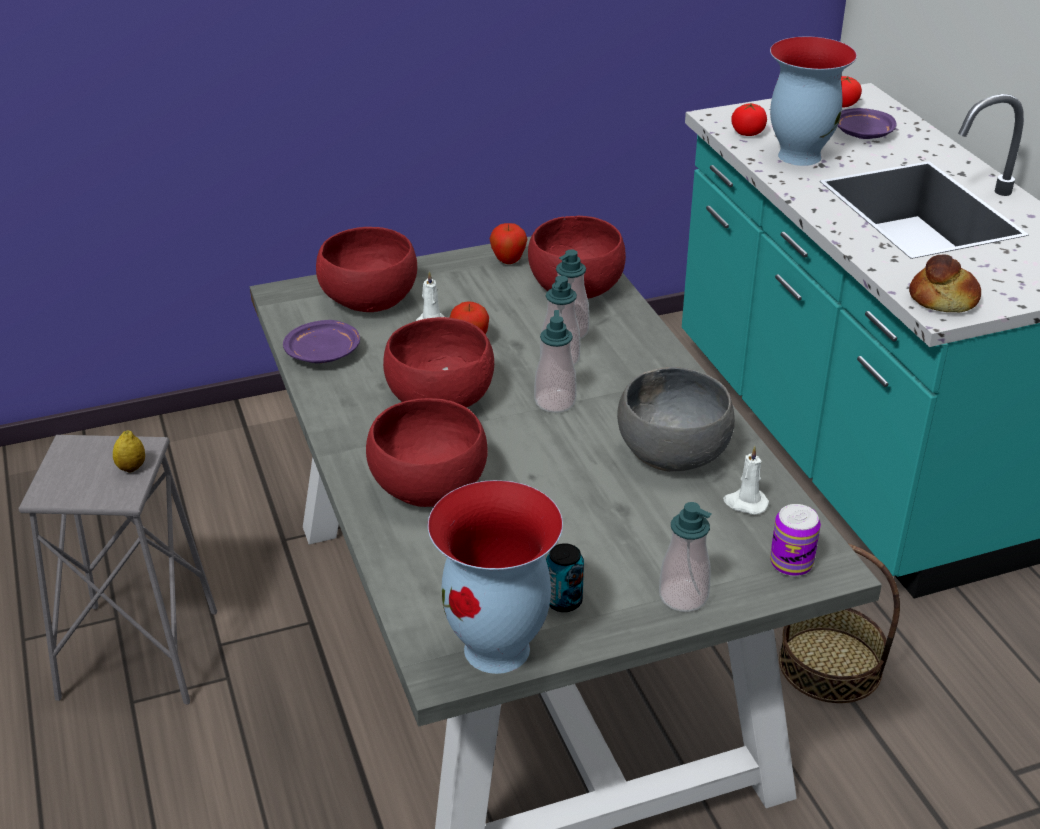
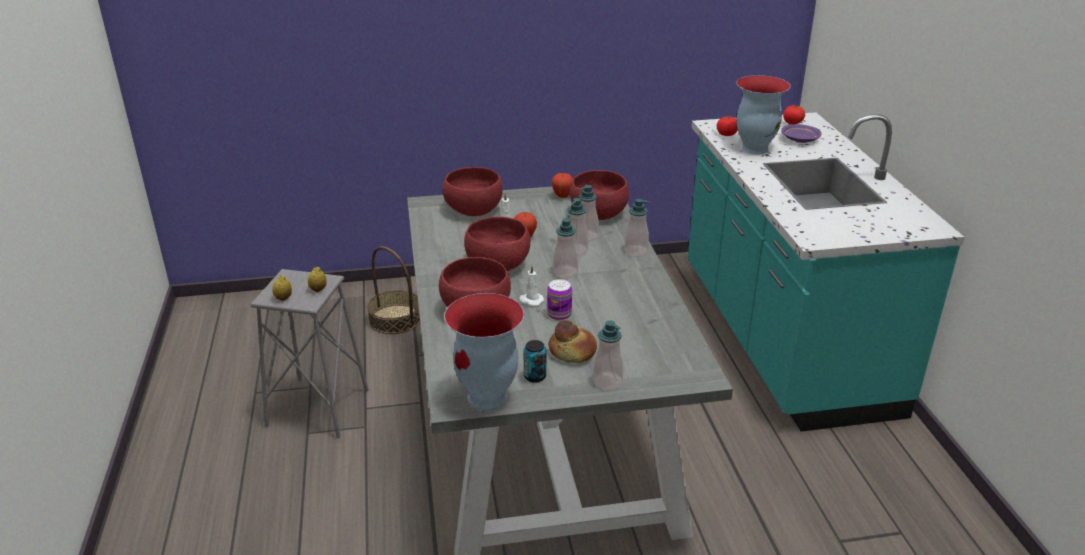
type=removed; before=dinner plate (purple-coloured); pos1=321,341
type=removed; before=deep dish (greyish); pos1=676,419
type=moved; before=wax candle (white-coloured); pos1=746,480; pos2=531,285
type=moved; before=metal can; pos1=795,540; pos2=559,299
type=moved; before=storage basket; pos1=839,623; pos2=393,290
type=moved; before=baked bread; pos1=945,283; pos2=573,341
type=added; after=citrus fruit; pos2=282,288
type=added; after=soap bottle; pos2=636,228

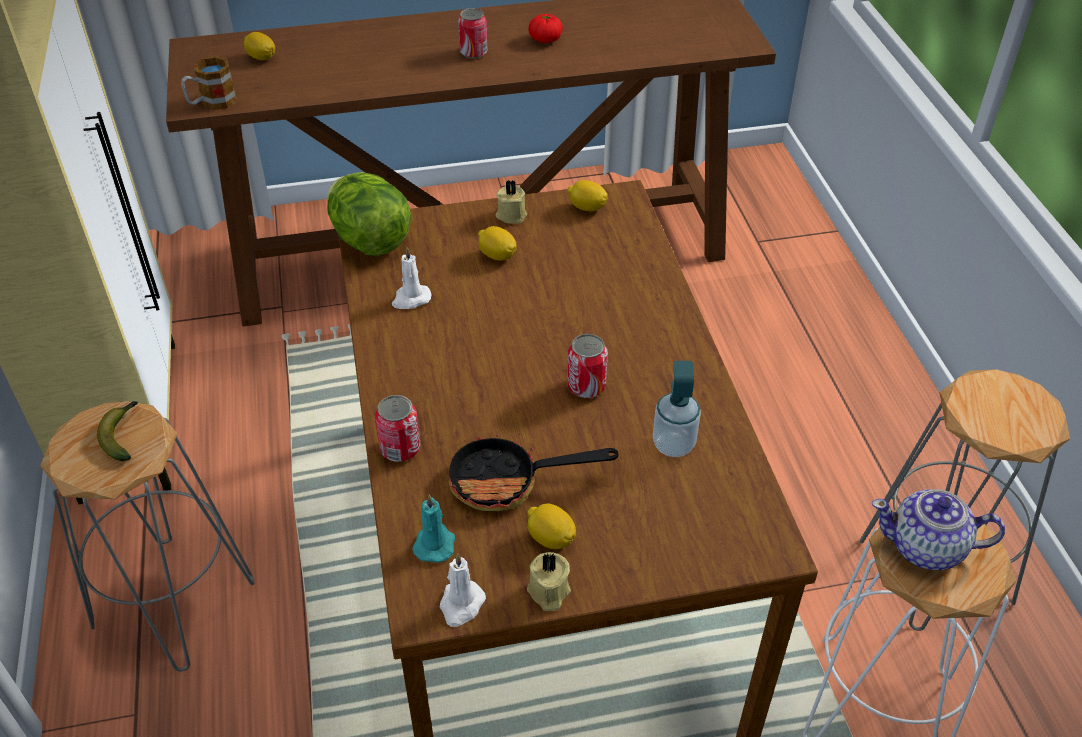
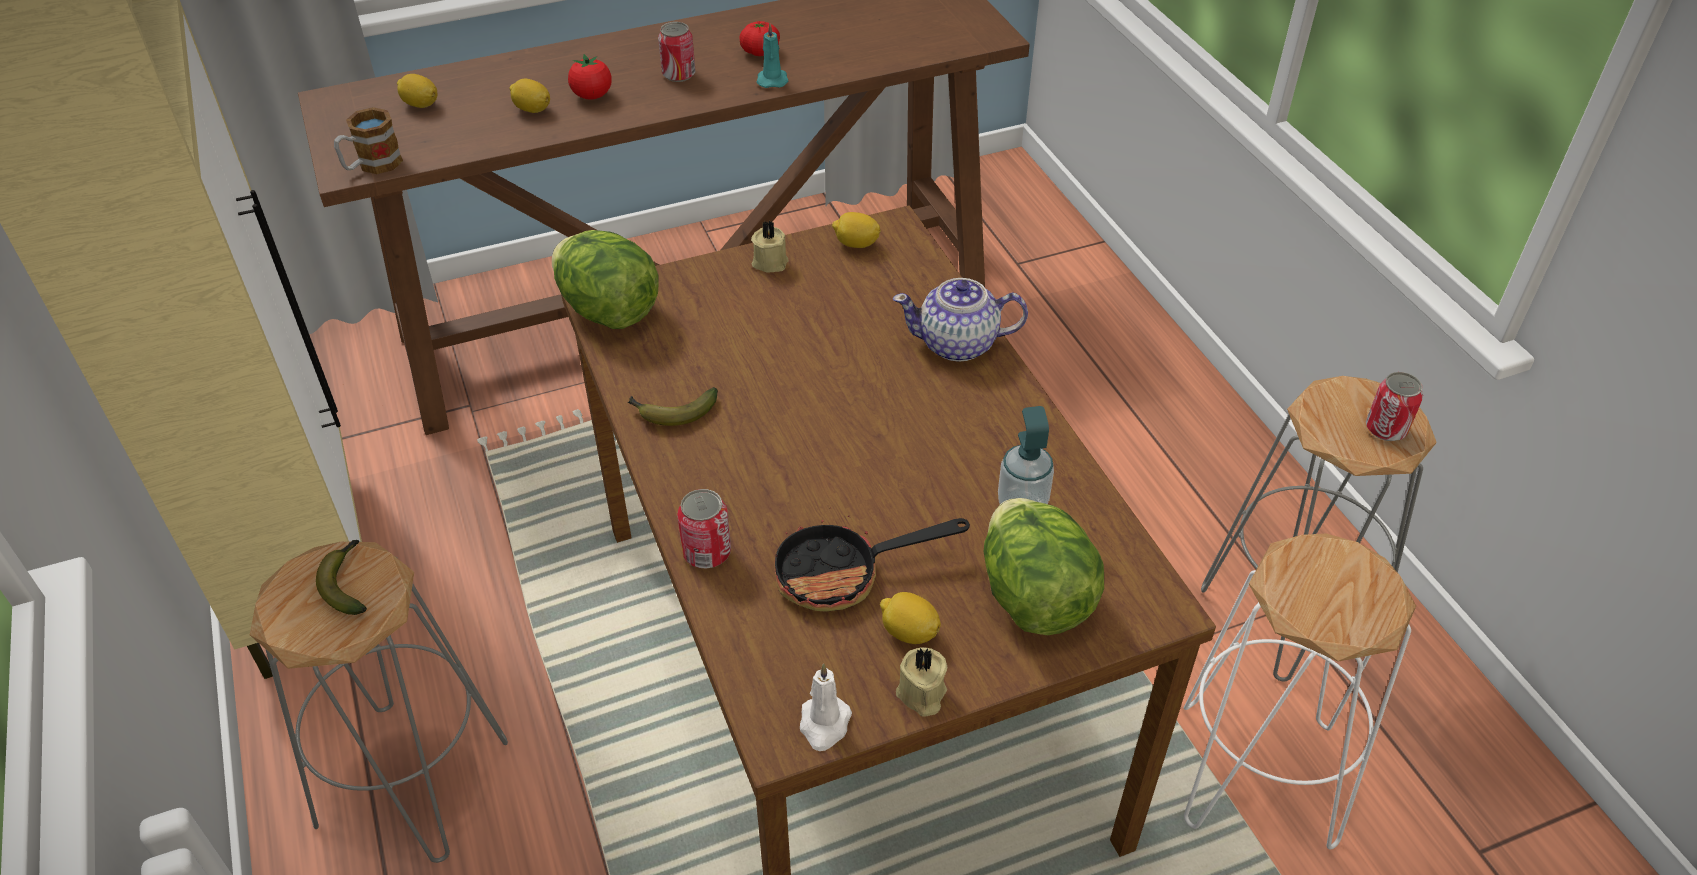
type=removed; before=wax candle (white-coloured); pos1=411,278
type=moved; before=wax candle (blue-green); pos1=433,528; pos2=773,56
type=moved; before=citrus fruit; pos1=497,243; pos2=529,96
type=moved; before=metal can; pos1=587,366; pos2=1394,406
type=moved; before=tea pot; pos1=938,529; pos2=960,320
type=added; after=fresh tomato; pos2=590,77
type=added; after=banana; pos2=673,406
type=added; after=lettuce; pos2=1044,566

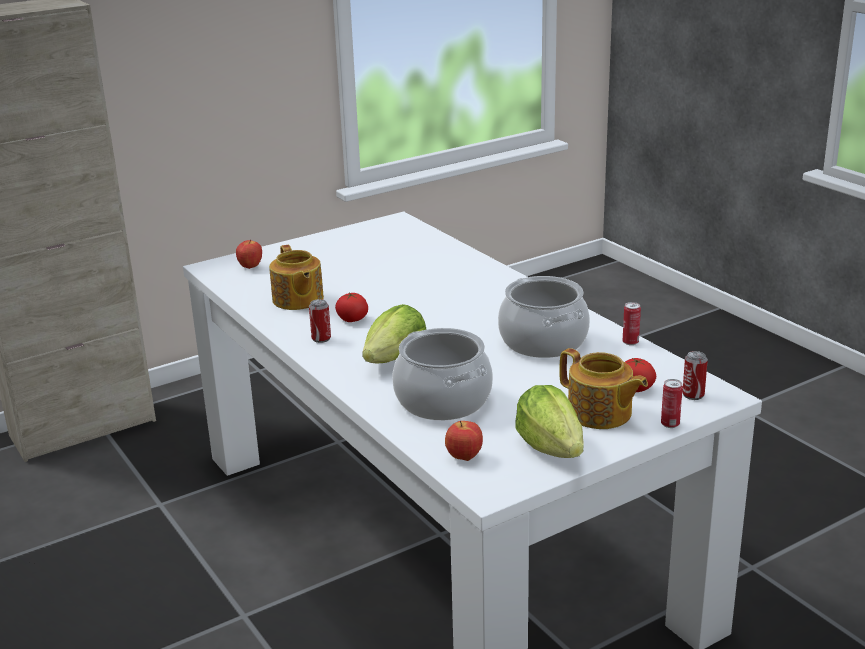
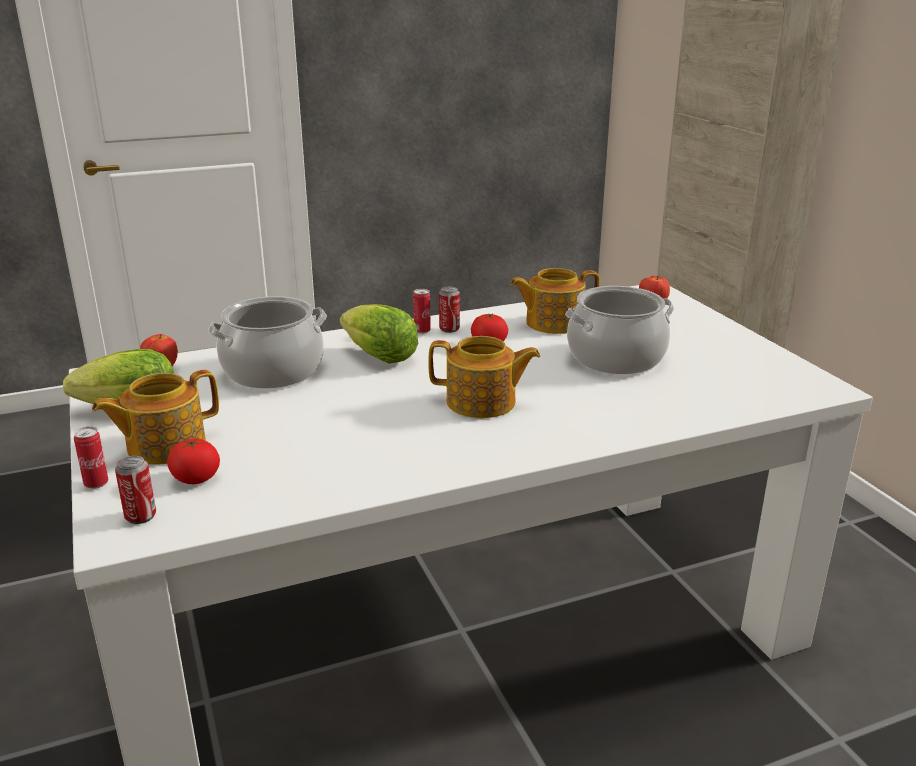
type=moved; before=stockpot; pos1=544,317; pos2=619,330
type=moved; before=metal can; pos1=632,323; pos2=422,311
type=added; after=tea pot; pos2=484,377

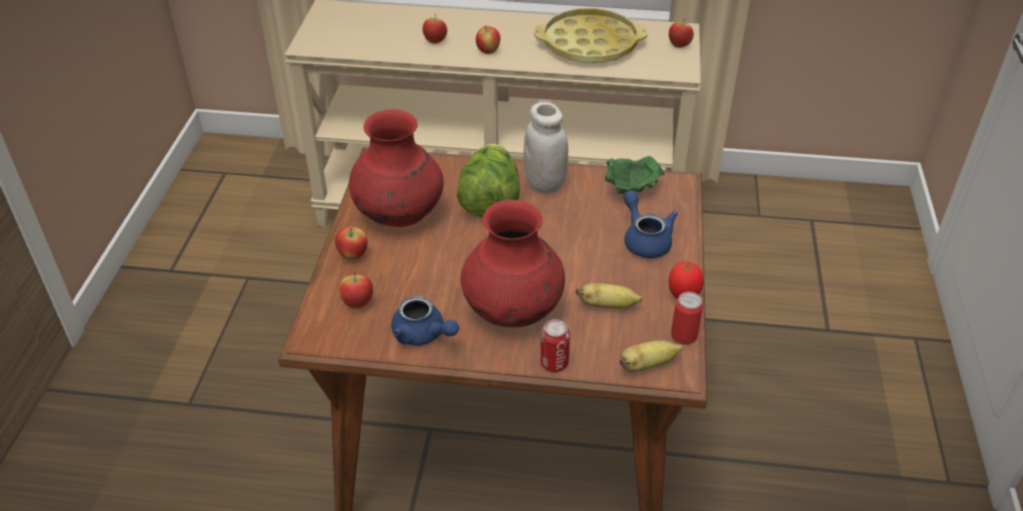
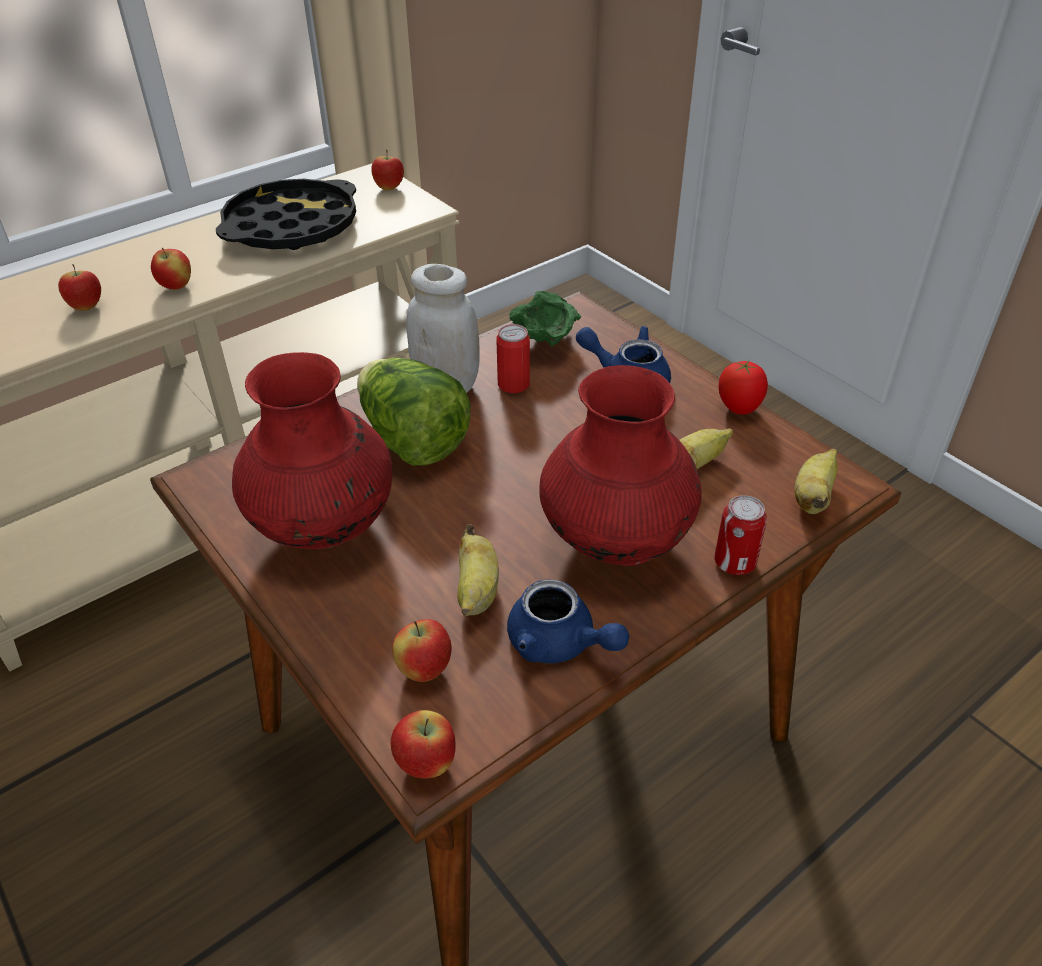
type=moved; before=apple fruit; pos1=351,243; pos2=423,744
type=turned; before=tea pot (blue-coloured); pos1=425,321; pos2=568,621; turn=45
type=recoloured; before=serving tray (yellowish); after=serving tray (black-coloured); pos1=591,35; pos2=286,214
type=moved; before=metal can; pos1=687,318; pos2=513,358
type=added; after=banana; pos2=478,570

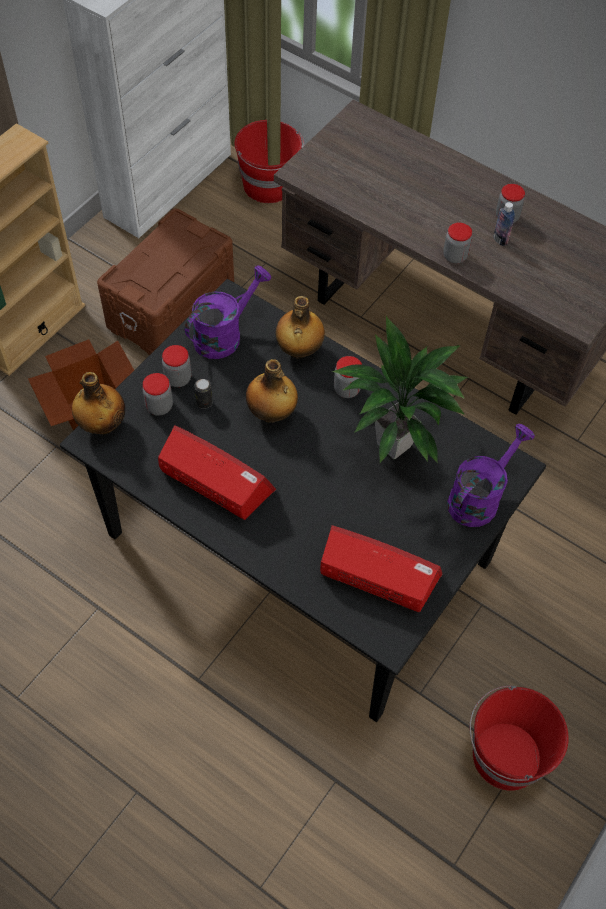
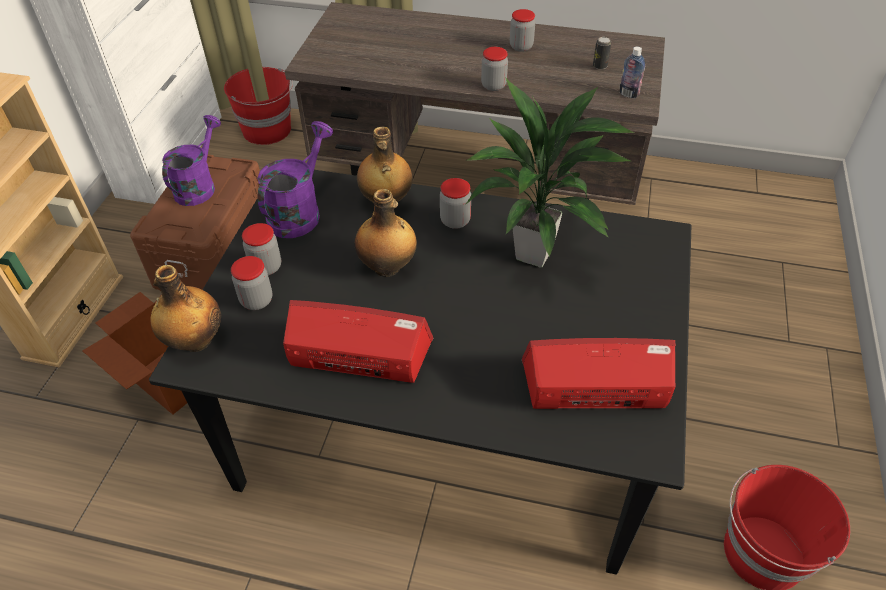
type=moved; before=metal can; pos1=203,394; pos2=602,53
type=moved; before=sprinkling can (purple-coloured); pos1=491,475; pos2=191,160
type=moved; before=bottle; pos1=504,224; pos2=632,72

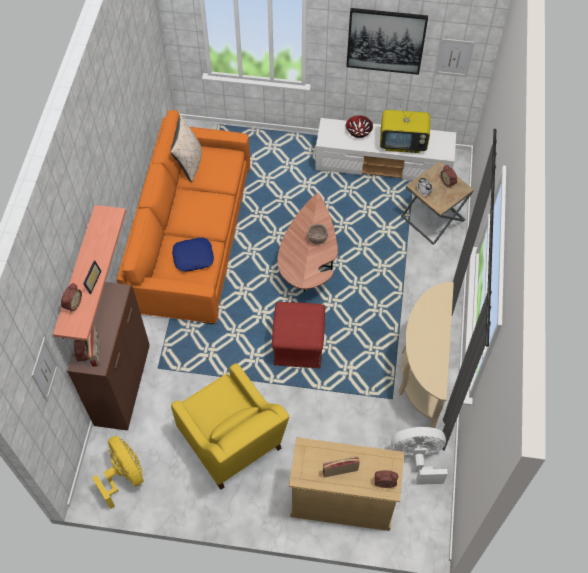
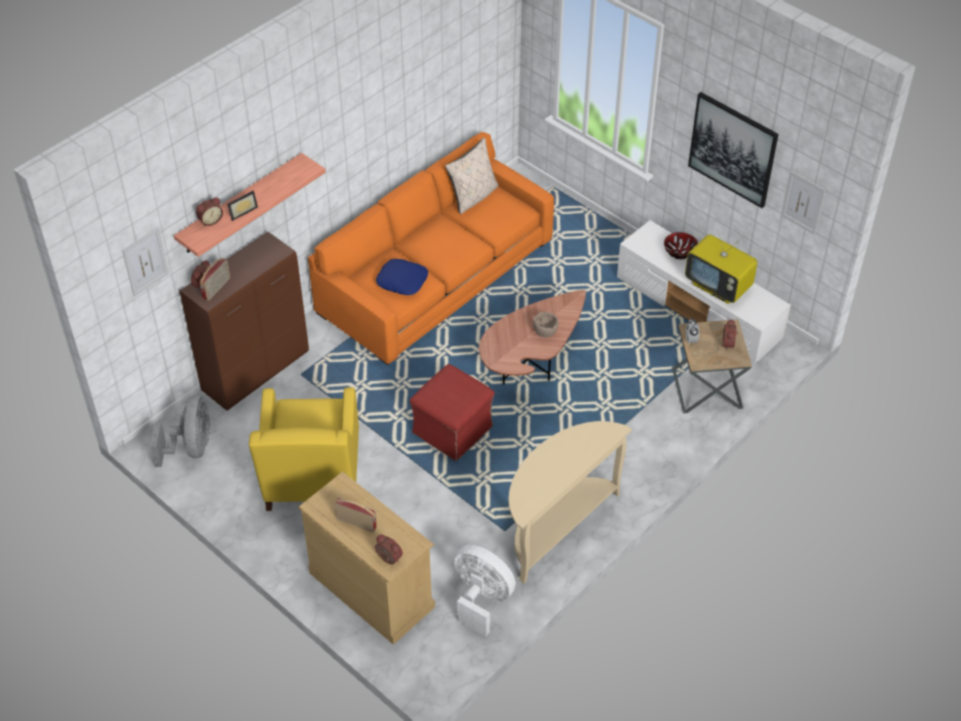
type=recoloured; before=electric fan (yellowish); after=electric fan (greyish); pos1=118,472; pos2=180,431

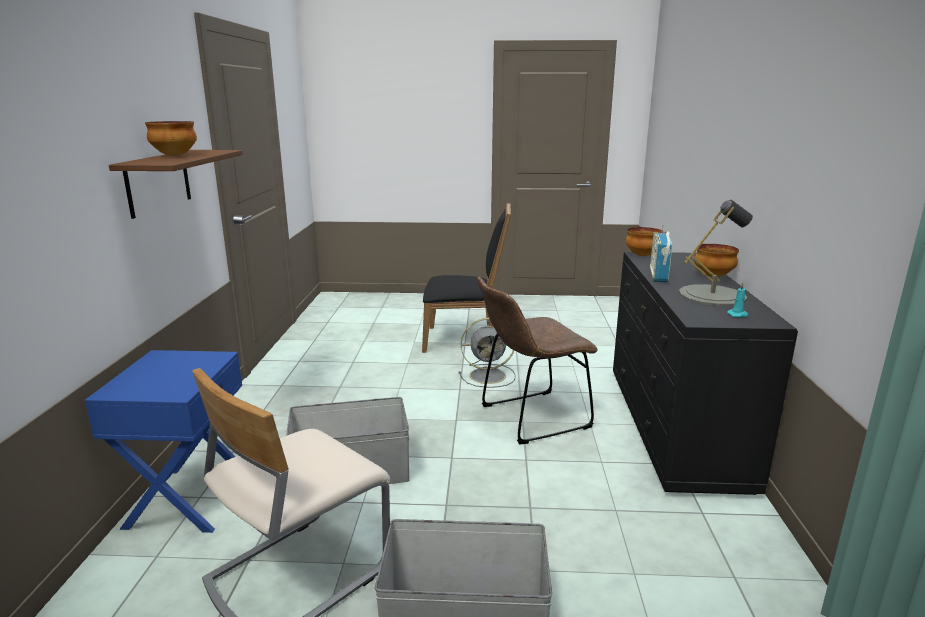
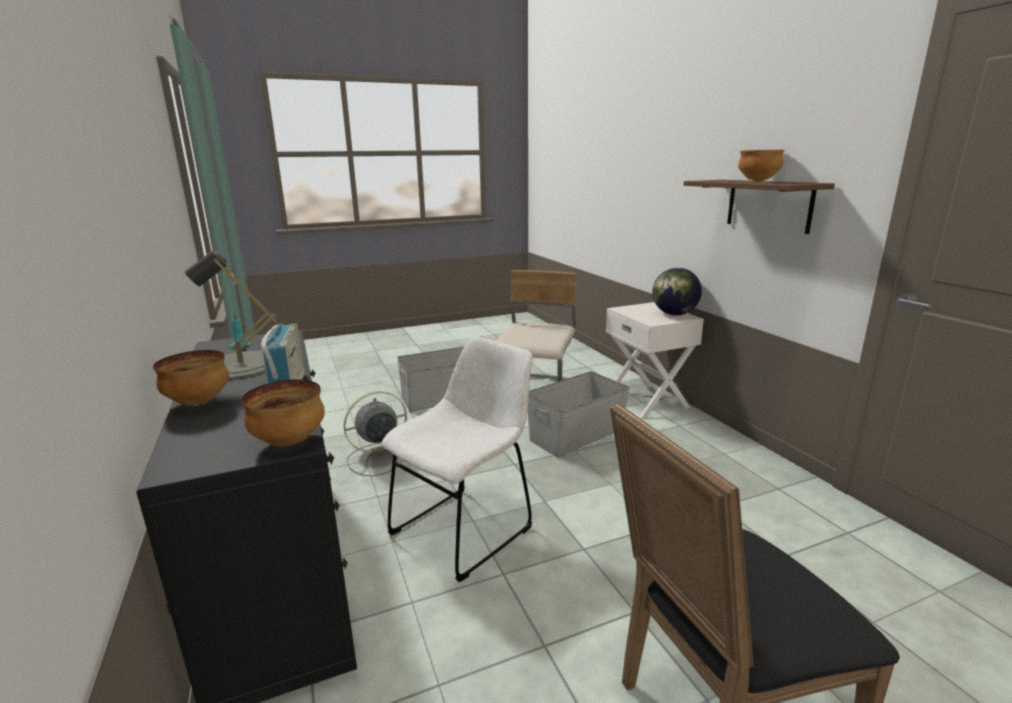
type=recoloured; before=nightstand (blue-coloured); after=nightstand (white-coloured); pos1=163,441; pos2=655,360
type=moved; before=electric fan (greyish); pos1=487,353; pos2=375,433
type=recoloured; before=plain chair (brown-coloured); after=plain chair (white-coloured); pos1=537,361; pos2=457,459
type=added; after=world globe; pos2=677,291

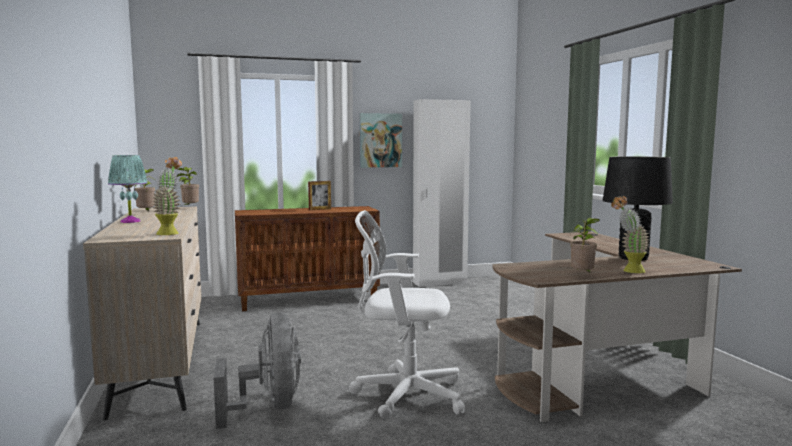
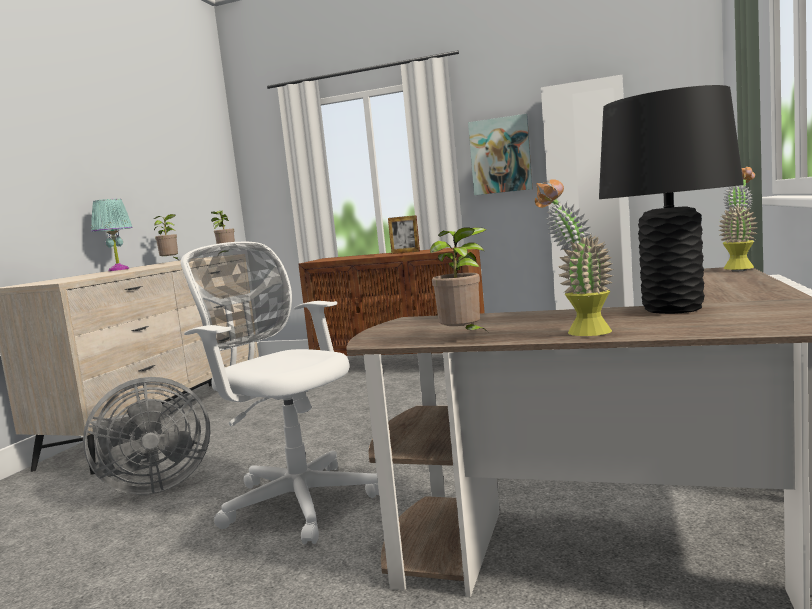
type=moved; before=potted plant; pos1=167,196; pos2=738,218
type=turned; before=electric fan (greyish); pos1=257,371; pos2=146,436; turn=45

